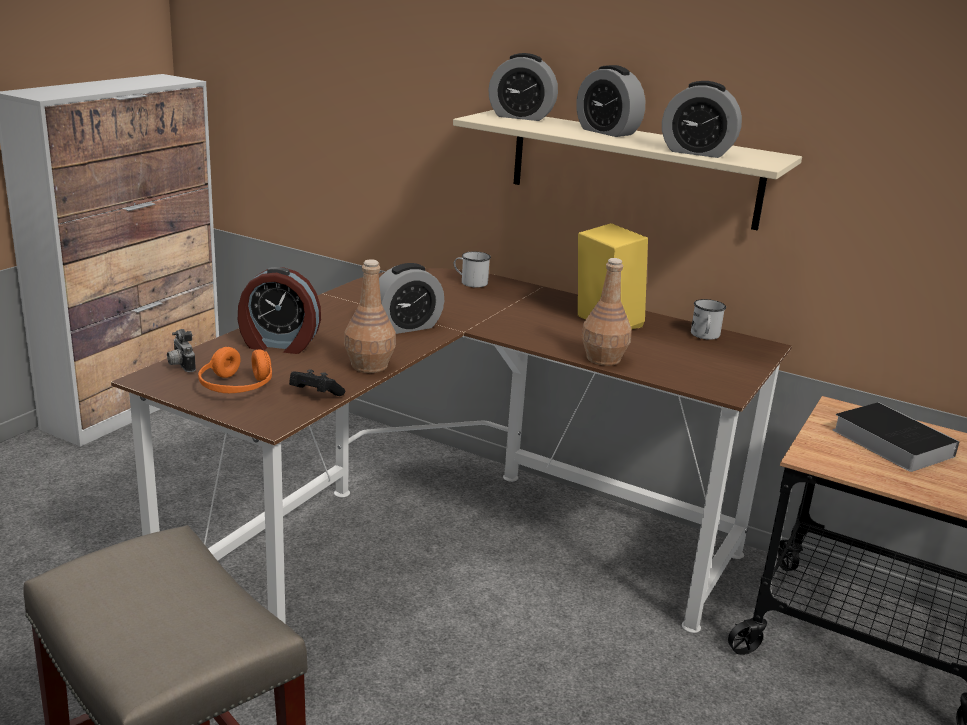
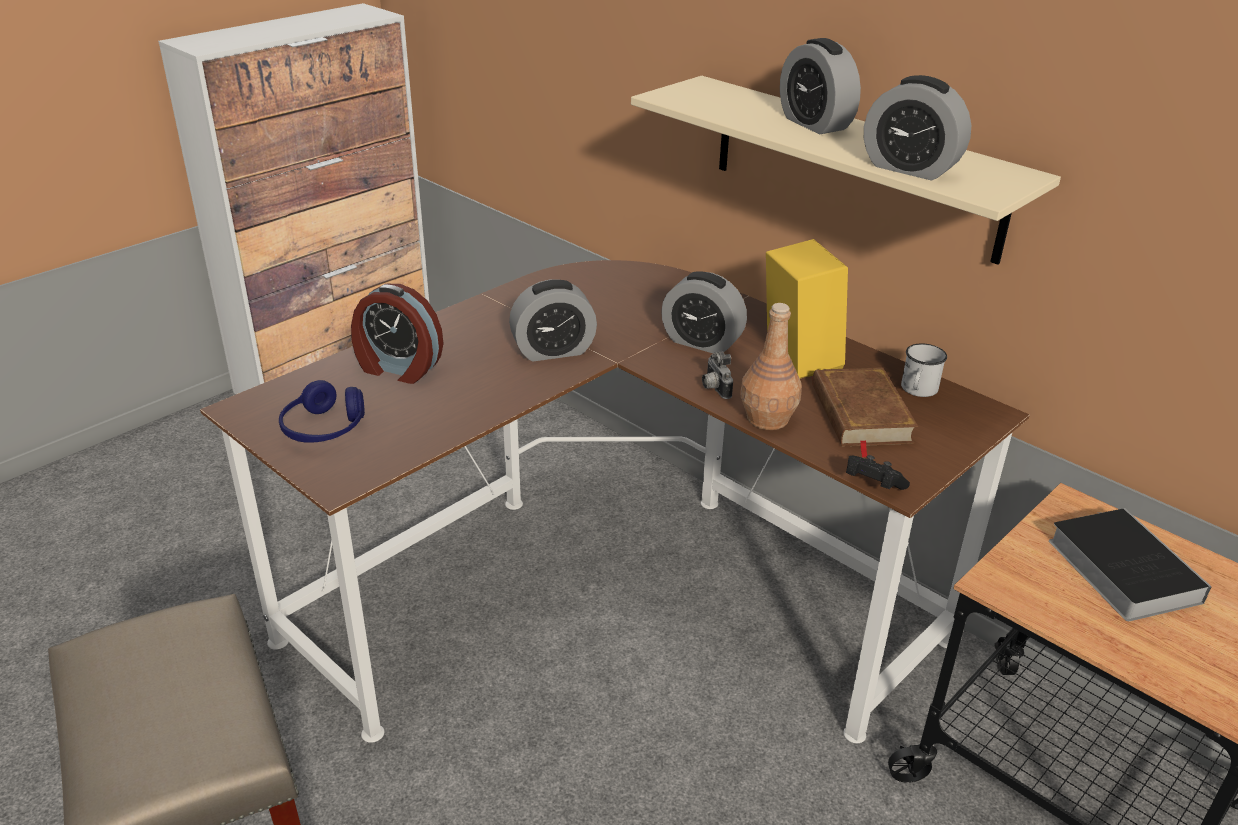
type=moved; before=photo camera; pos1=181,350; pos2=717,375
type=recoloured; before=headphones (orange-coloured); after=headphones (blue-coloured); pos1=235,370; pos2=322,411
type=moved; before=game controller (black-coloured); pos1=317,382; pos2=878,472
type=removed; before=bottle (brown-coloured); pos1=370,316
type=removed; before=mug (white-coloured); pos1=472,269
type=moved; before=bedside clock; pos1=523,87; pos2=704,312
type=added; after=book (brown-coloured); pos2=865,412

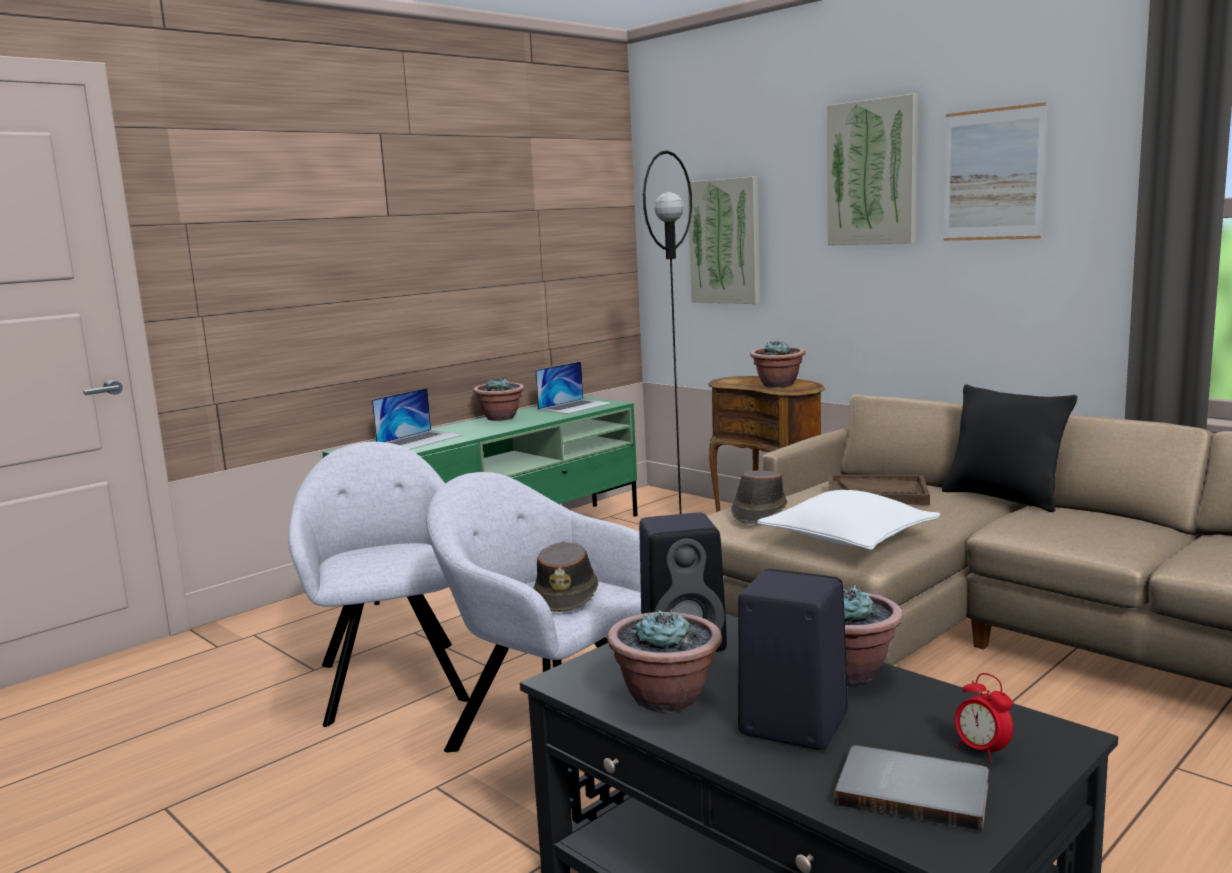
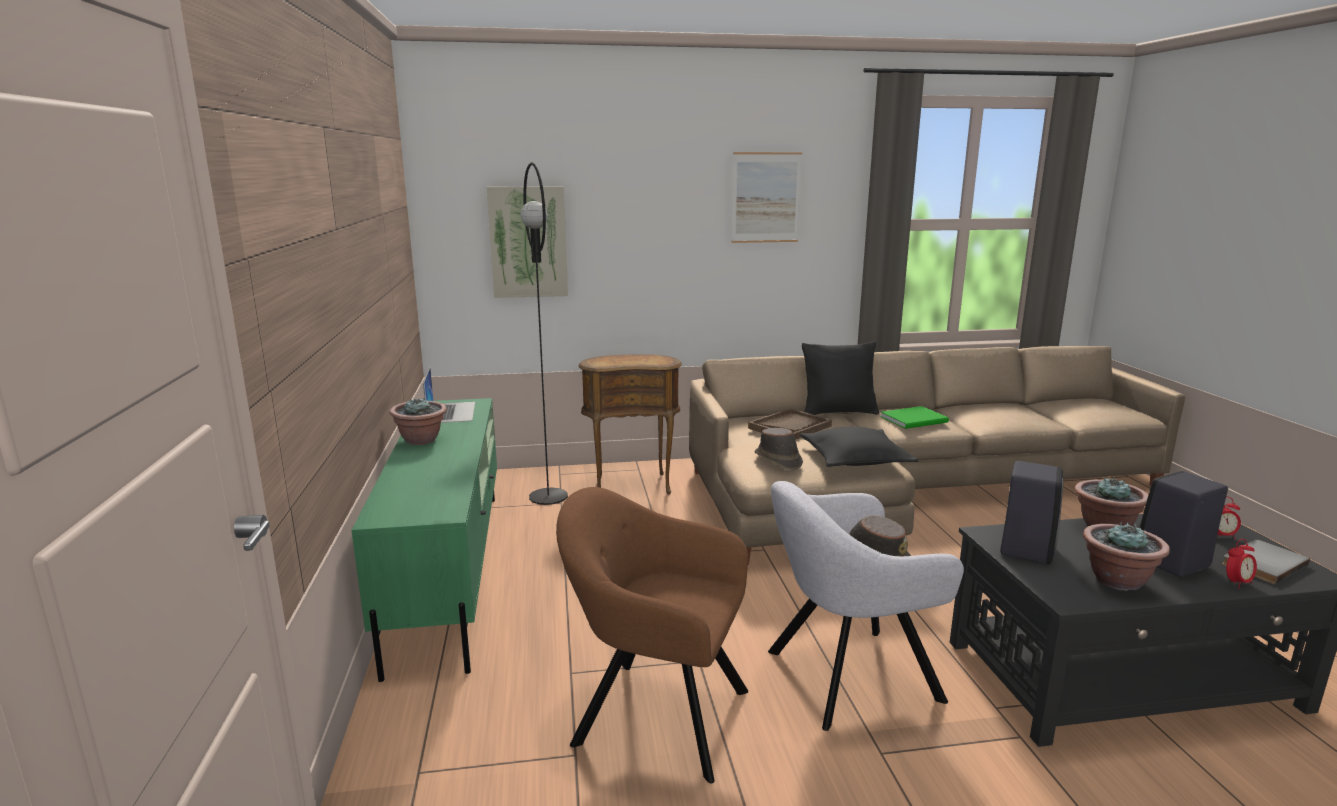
type=recoloured; before=armchair (greyish); after=armchair (brown-coloured); pos1=378,584; pos2=652,635
type=removed; before=notebook computer; pos1=417,419
type=removed; before=potted plant; pos1=778,364
type=recoloured; before=throw pillow (white-coloured); after=throw pillow (black-coloured); pos1=848,520; pos2=859,447
type=removed; before=wall art; pos1=872,169
type=added; after=book (greenish); pos2=914,417
type=added; after=bedside clock; pos2=1241,563

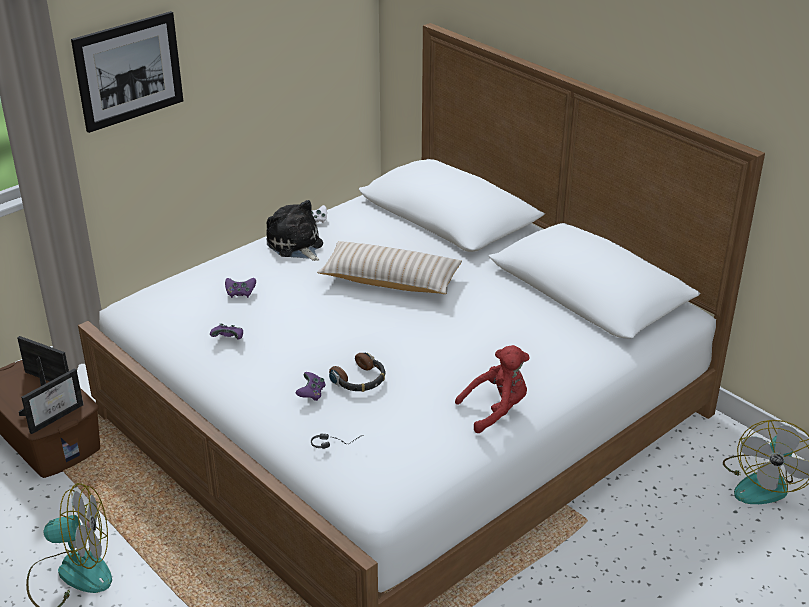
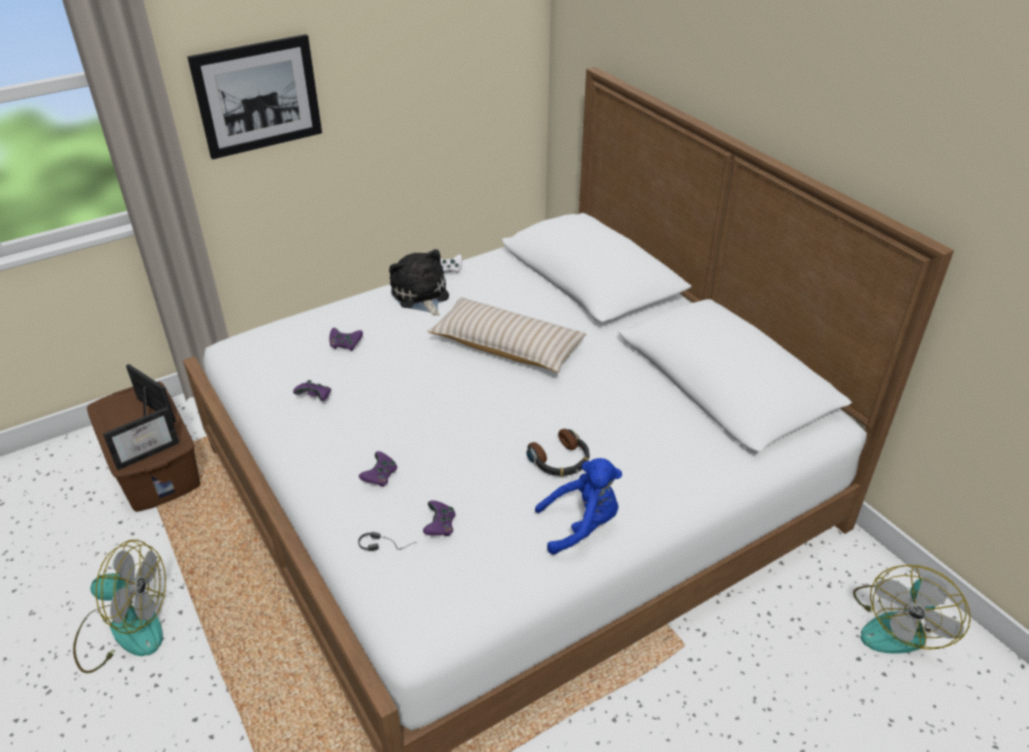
type=moved; before=headphones; pos1=357,372; pos2=558,453
type=recoloured; before=soft toy (red); after=soft toy (blue-coloured); pos1=492,389; pos2=578,506
type=added; after=game controller (purple-coloured); pos2=439,518

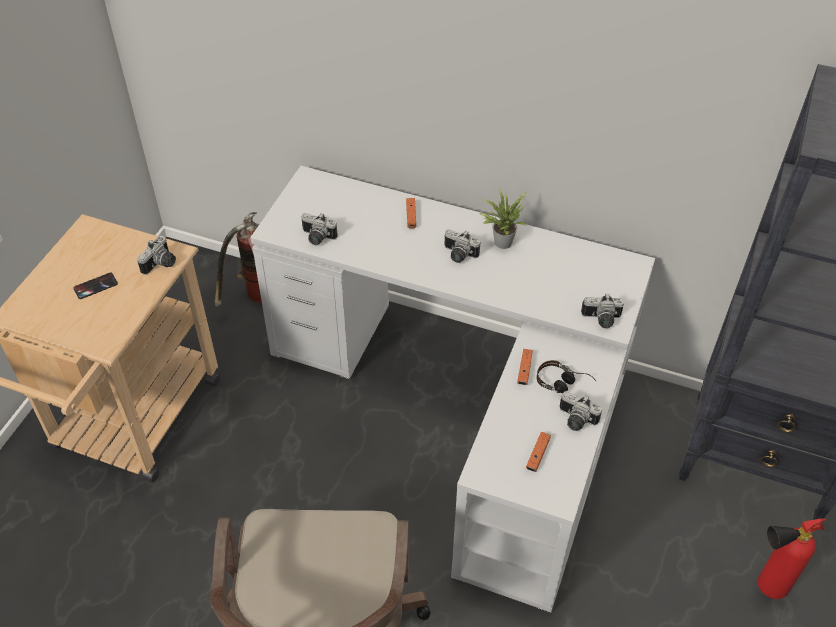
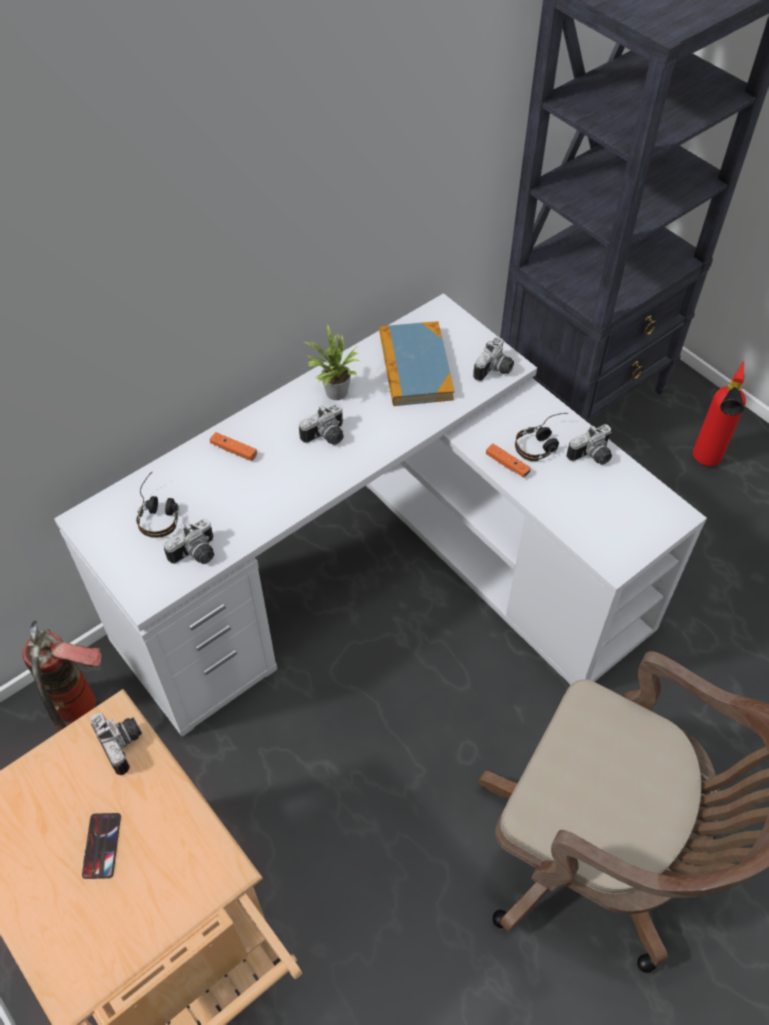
type=removed; before=game controller (orange-coloured); pos1=538,452
type=added; after=headphones; pos2=157,504
type=added; after=book; pos2=417,363

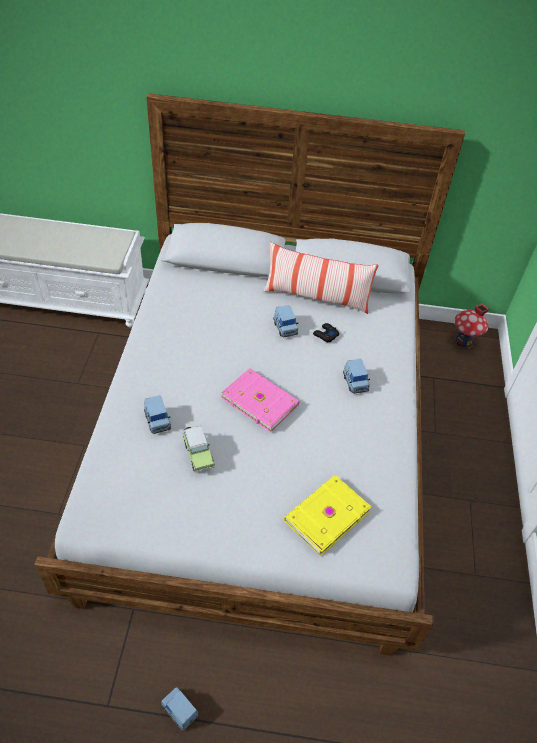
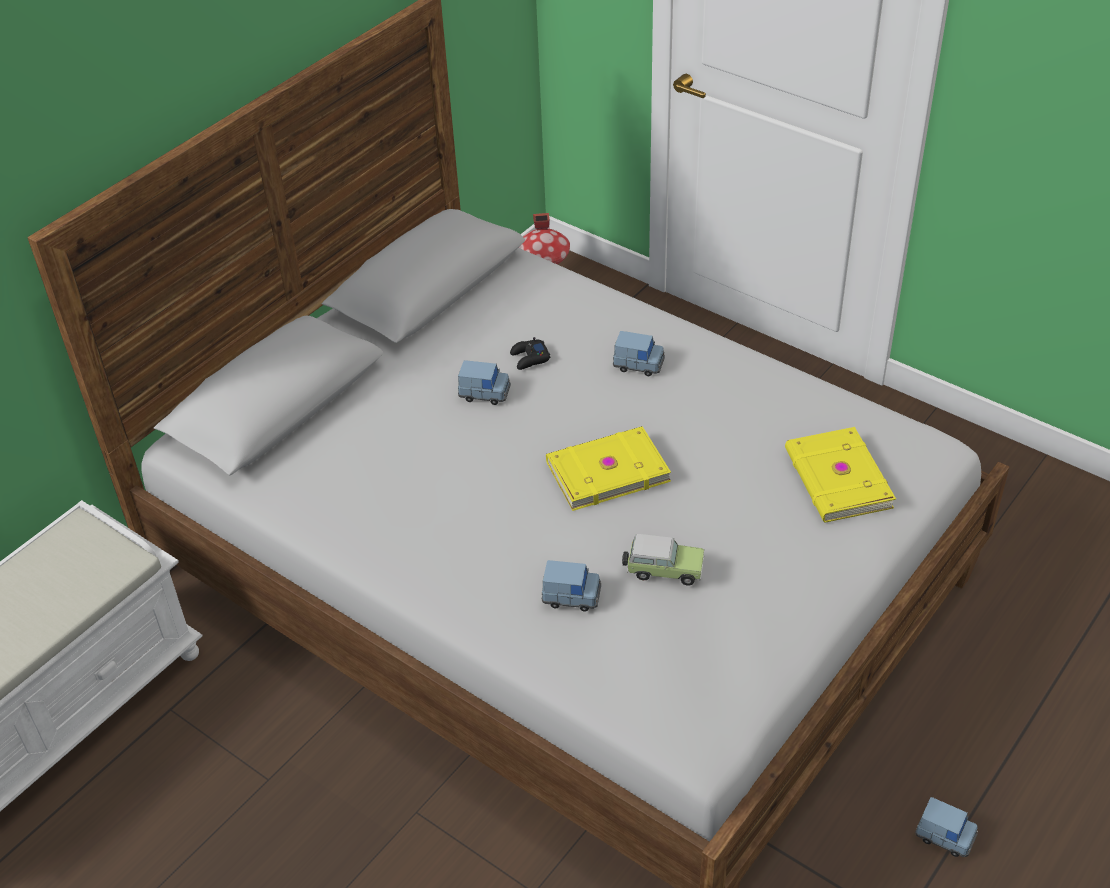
type=turned; before=model car (blue-coloured); pos1=180,709; pos2=946,827; turn=-135
type=recoloured; before=book (pinkish); after=book (yellowish); pos1=260,400; pos2=608,468
type=removed; before=throw pillow; pos1=320,278

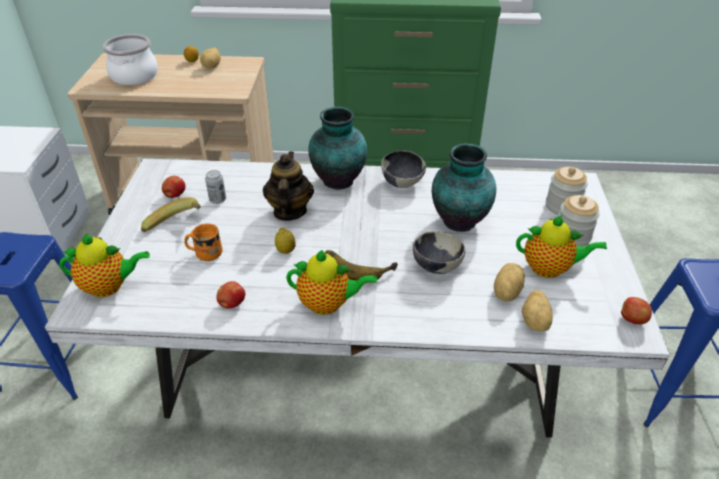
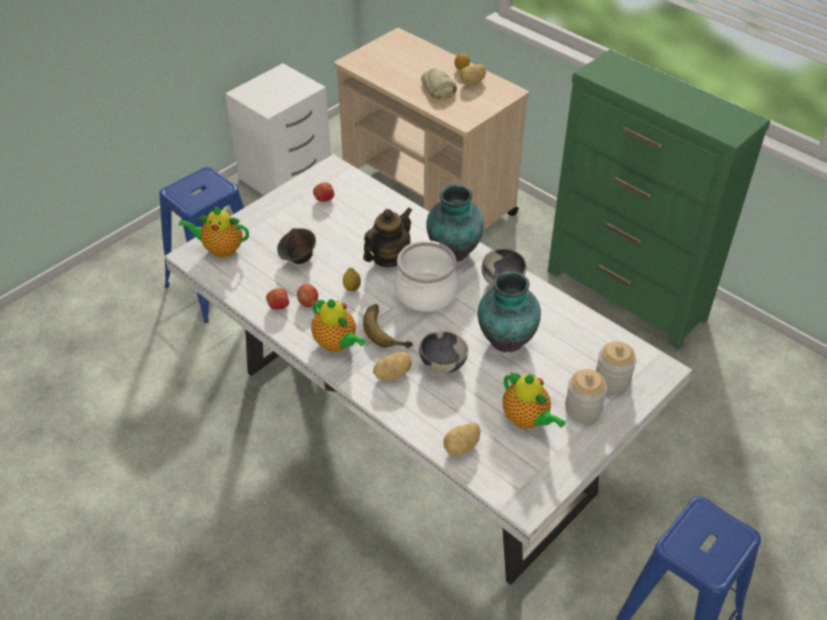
type=turned; before=tea pot; pos1=104,265; pos2=213,231; turn=150
type=moved; before=stockpot; pos1=130,59; pos2=426,276
type=removed; before=banana; pos1=171,214
type=replaced; before=mug (orange-coloured); after=deep dish (brown-coloured); pos1=203,242; pos2=296,246
type=removed; before=metal can; pos1=215,187
type=moved; before=whole potato; pos1=509,282; pos2=392,366
type=moved; before=apple fruit; pos1=636,310; pos2=307,295
type=added; after=baked bread; pos2=439,83

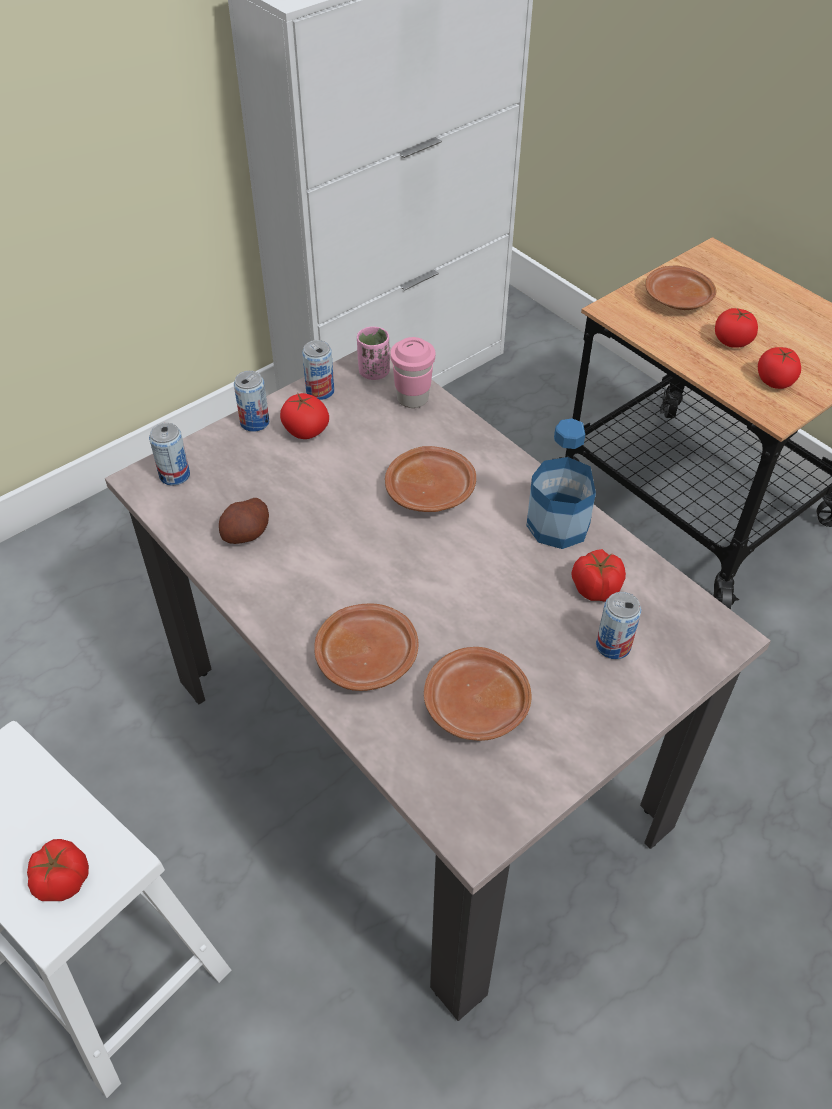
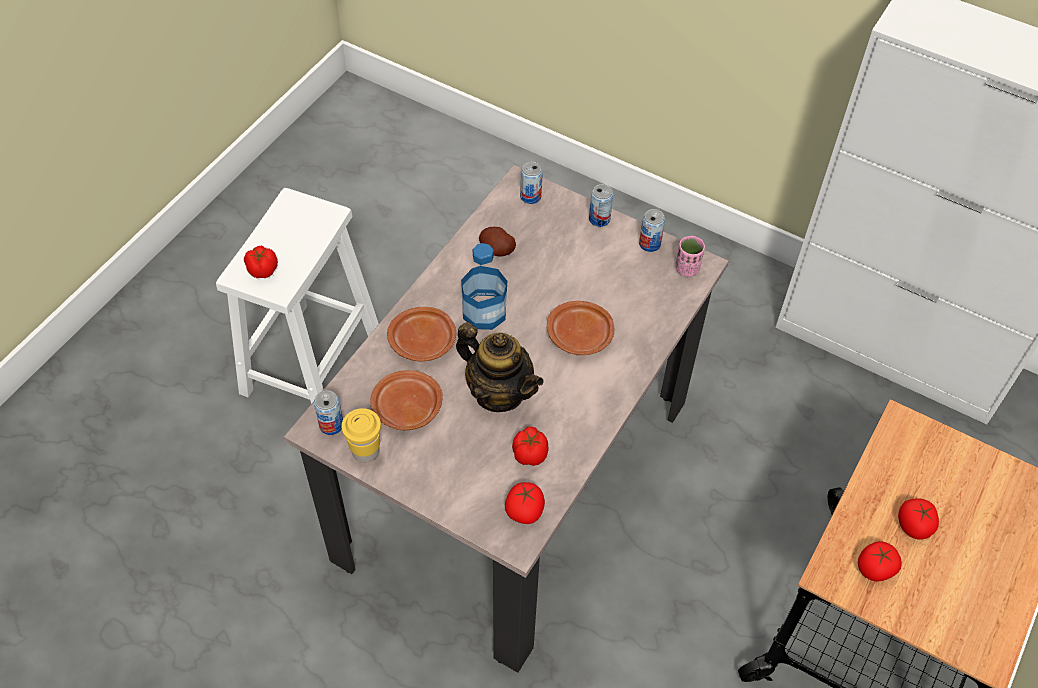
type=moved; before=fresh tomato; pos1=304,416; pos2=525,503
type=removed; before=cup (pinkish); pos1=412,372
type=moved; before=bottle; pos1=561,483; pos2=484,286
type=moved; before=metal can; pos1=618,625; pos2=328,412
type=removed; before=dinner plate (brown-coloured); pos1=681,288
type=added; after=cup (yellowish); pos2=361,435
type=added; after=tea pot; pos2=500,367

